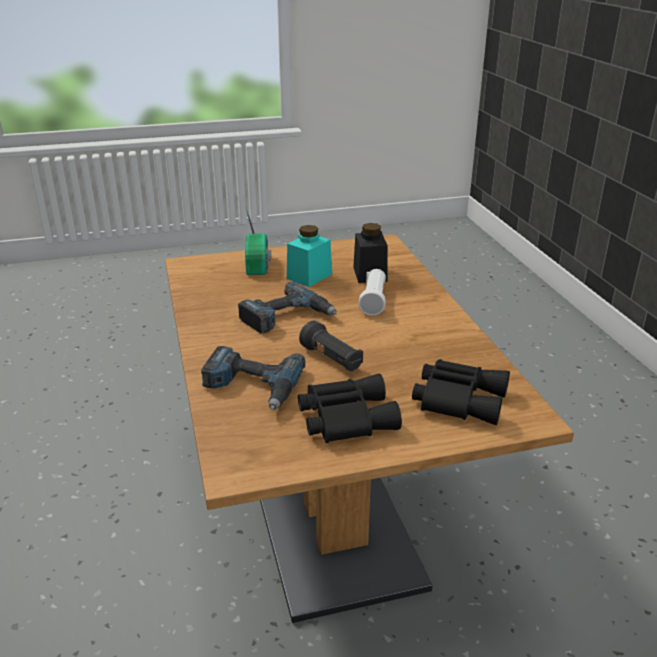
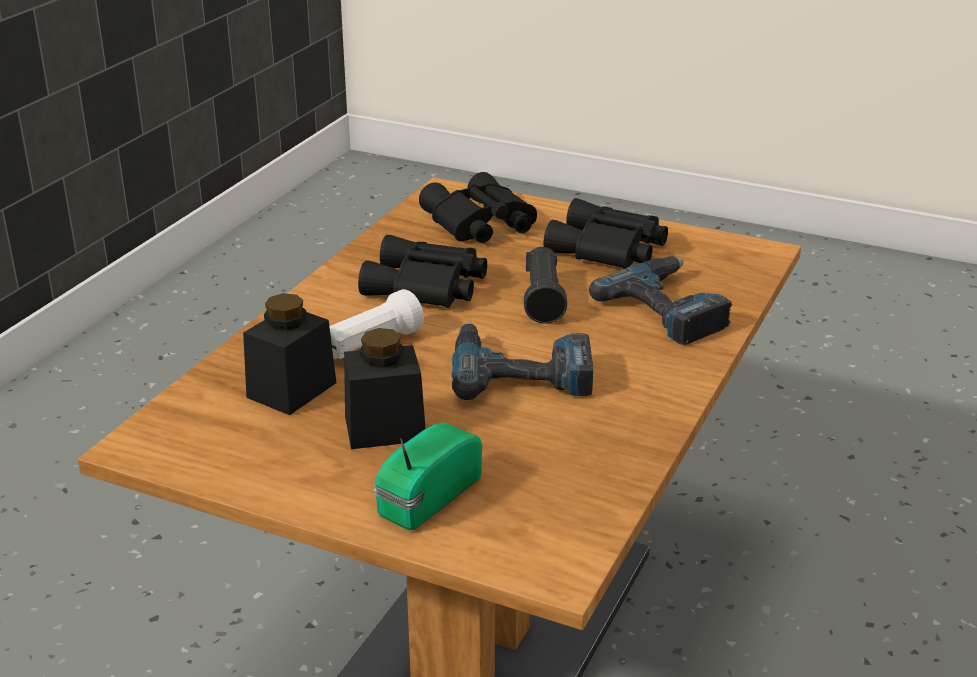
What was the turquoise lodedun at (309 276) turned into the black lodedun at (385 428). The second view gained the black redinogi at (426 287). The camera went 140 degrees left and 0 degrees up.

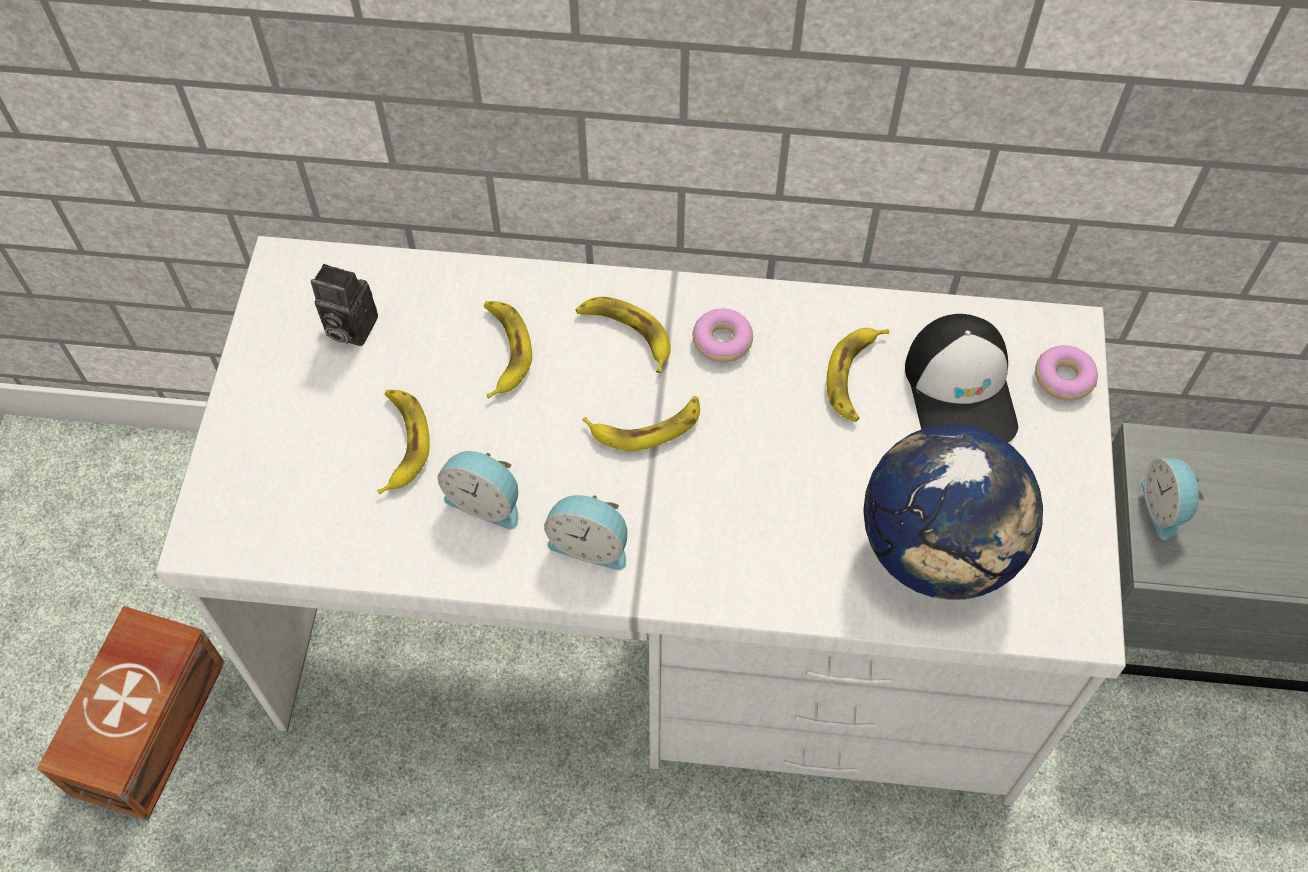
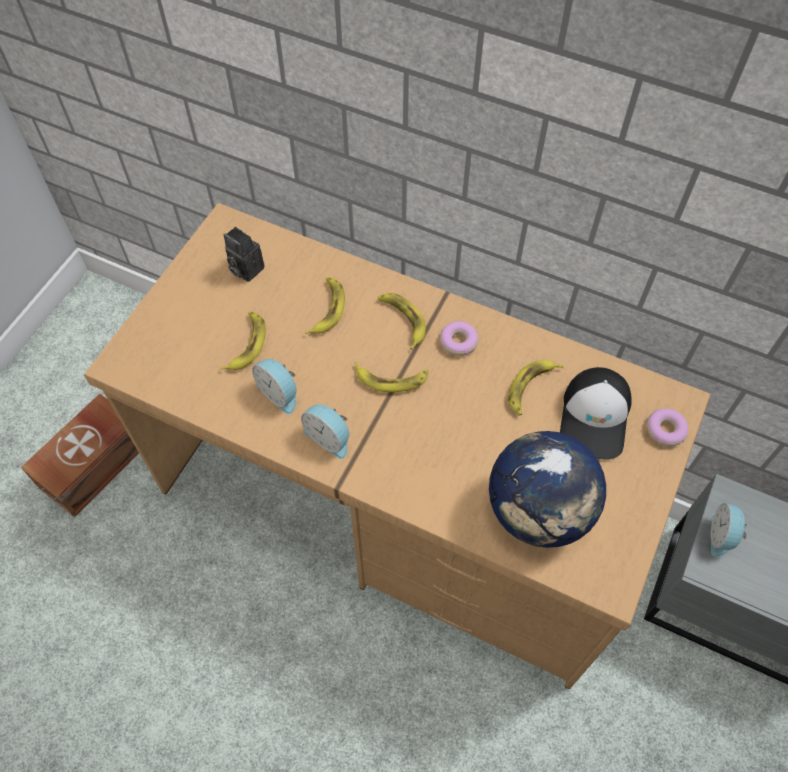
What was the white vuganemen at (655 627) turned into the brown vuganemen at (395 505). The camera went 20 degrees right and 0 degrees up.

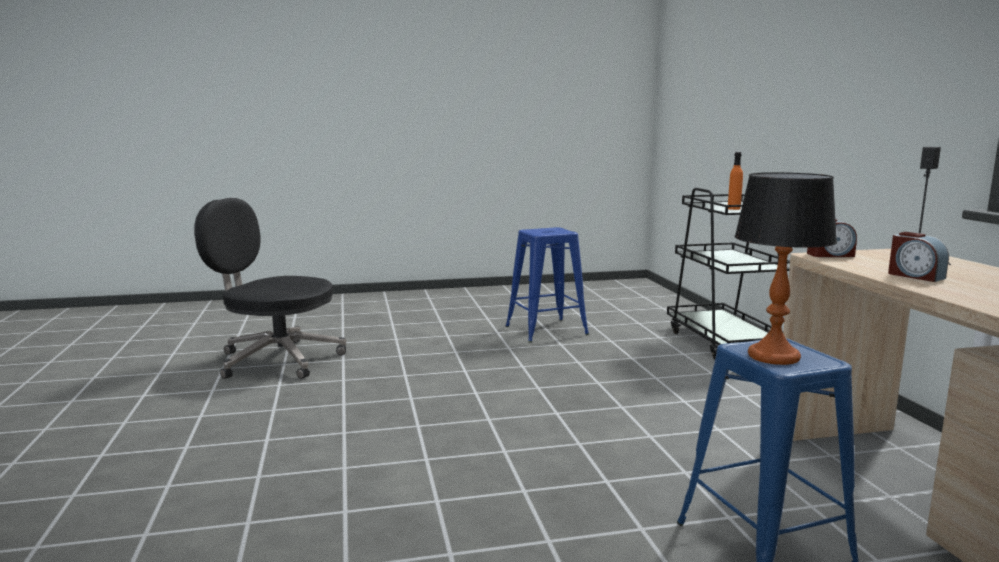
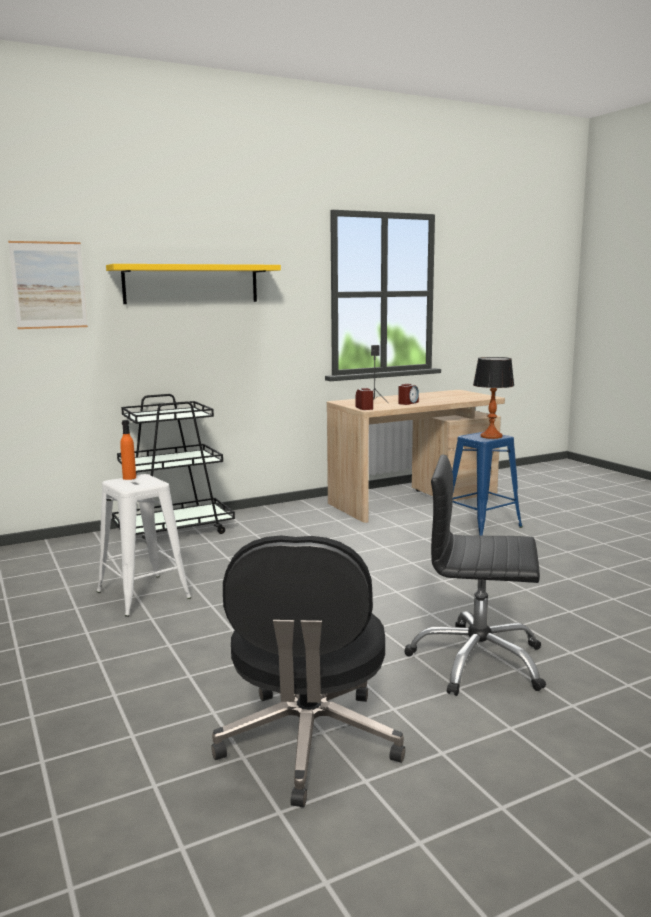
The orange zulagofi ended up elsewhere, having gone from (733 208) to (129 478). What was the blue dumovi at (547 330) turned into the white dumovi at (143 595). The second view gained the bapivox at (49 285). The second view gained the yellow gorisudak at (191 284). The second view gained the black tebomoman at (477 661). The camera went 105 degrees left and 0 degrees up.

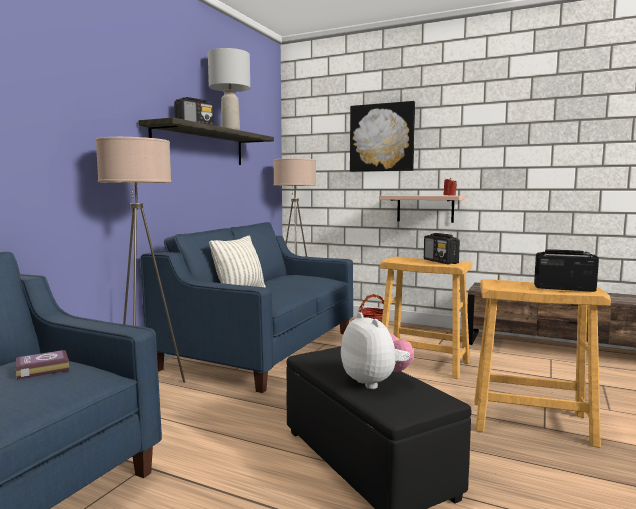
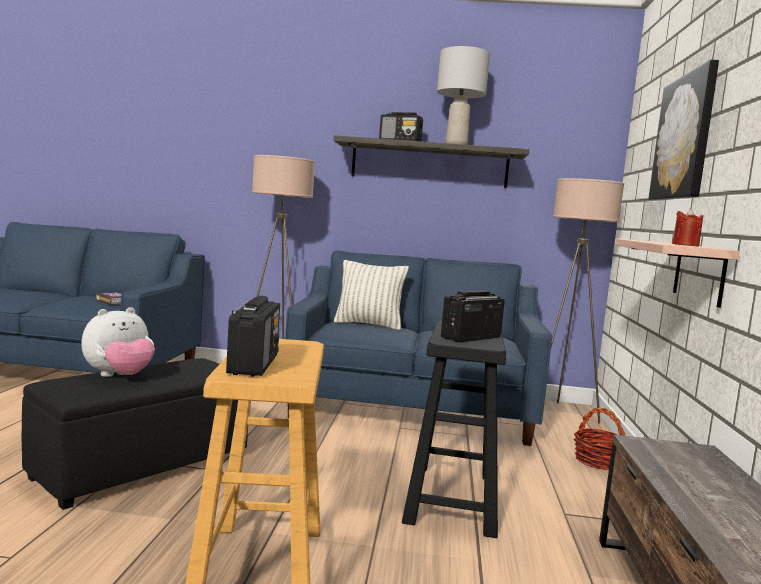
What was the beige dumovi at (424 363) turned into the black dumovi at (451 499). The camera went 70 degrees right and 0 degrees up.

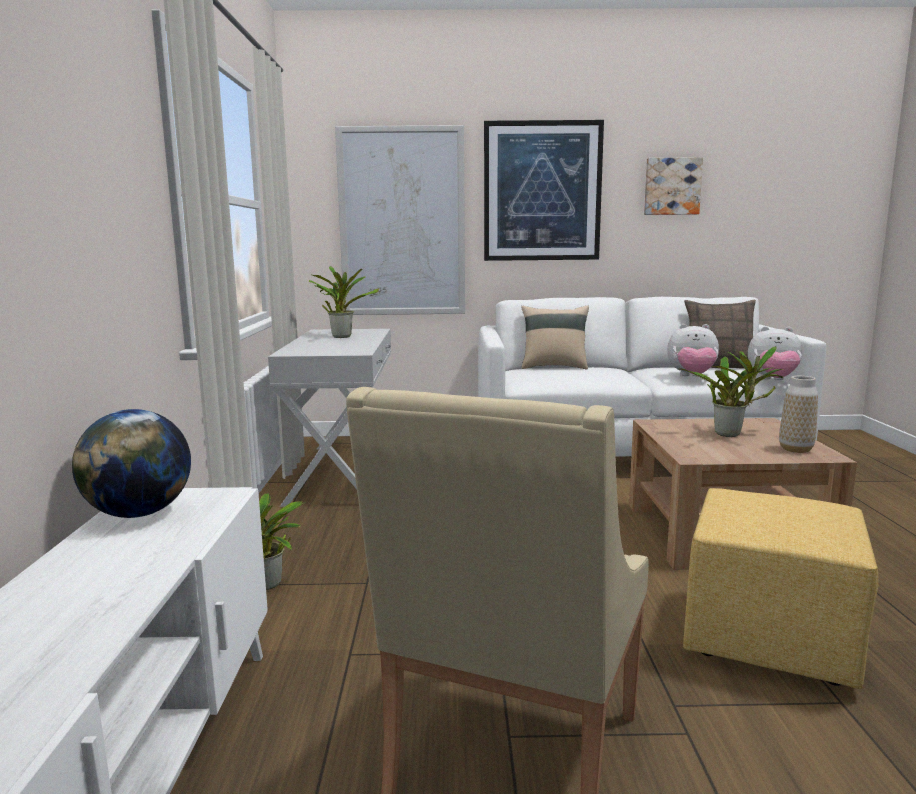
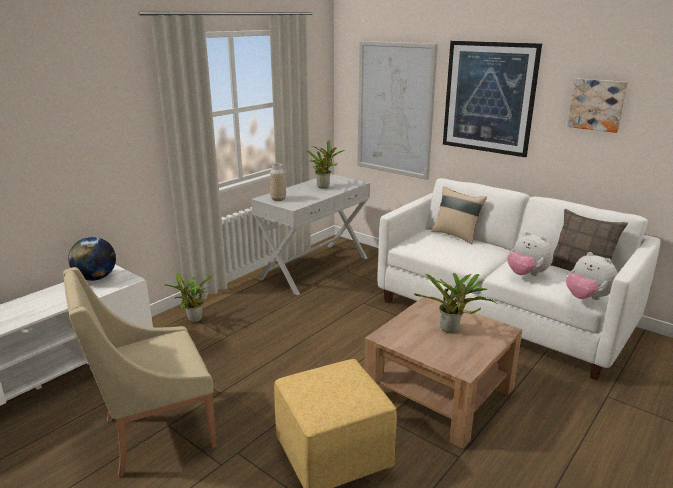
The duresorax ended up elsewhere, having gone from (795 449) to (278 199). The camera went 40 degrees right and 10 degrees up.

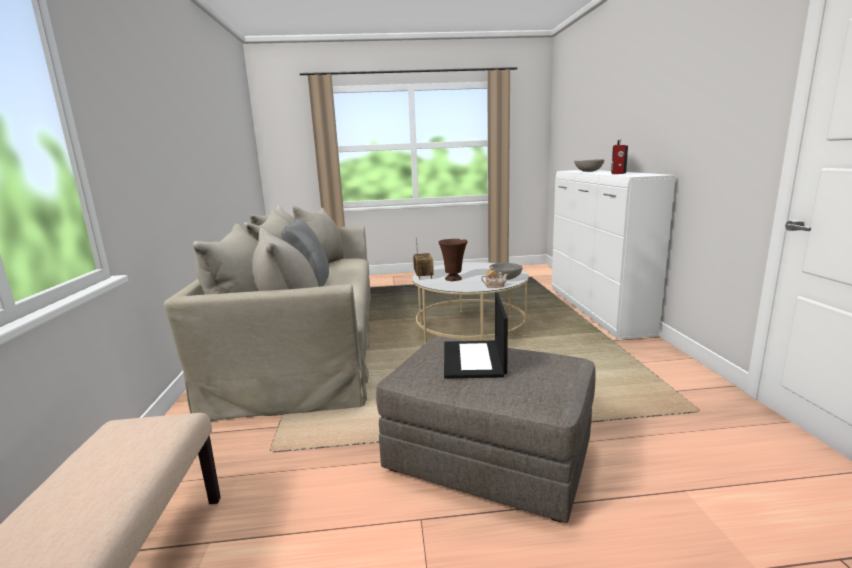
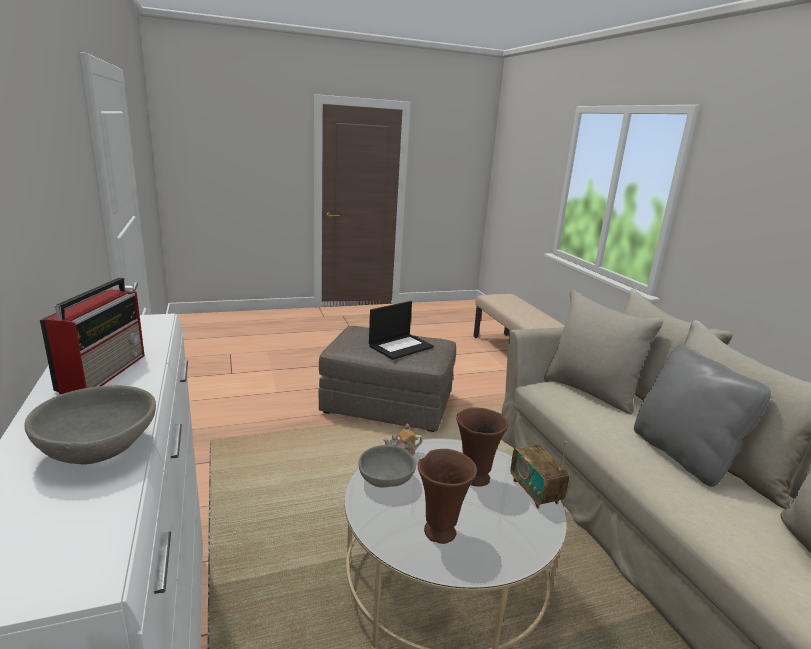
The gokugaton at (474 360) ended up facing another way, 60 degrees clockwise from before. The second view gained the brown duresorax at (440 530). The camera went 165 degrees right and 5 degrees up.

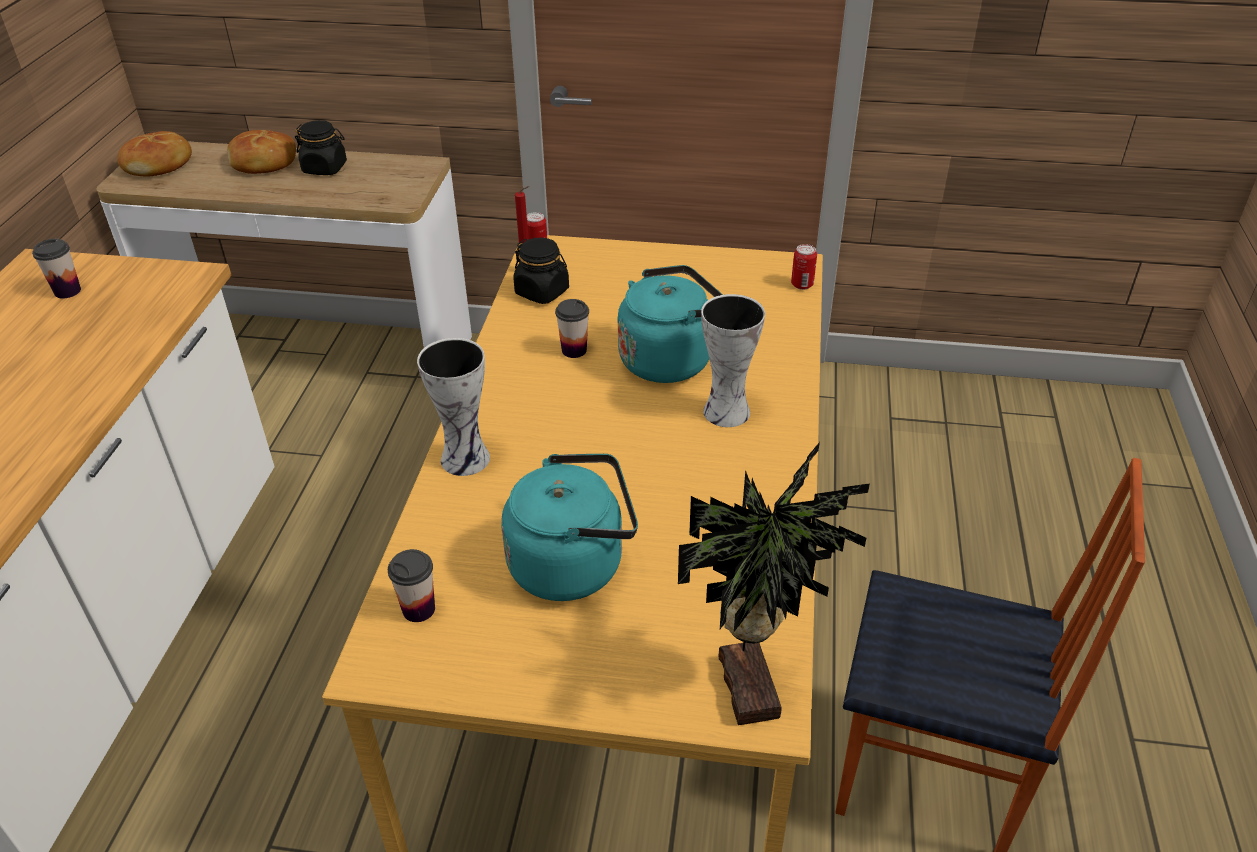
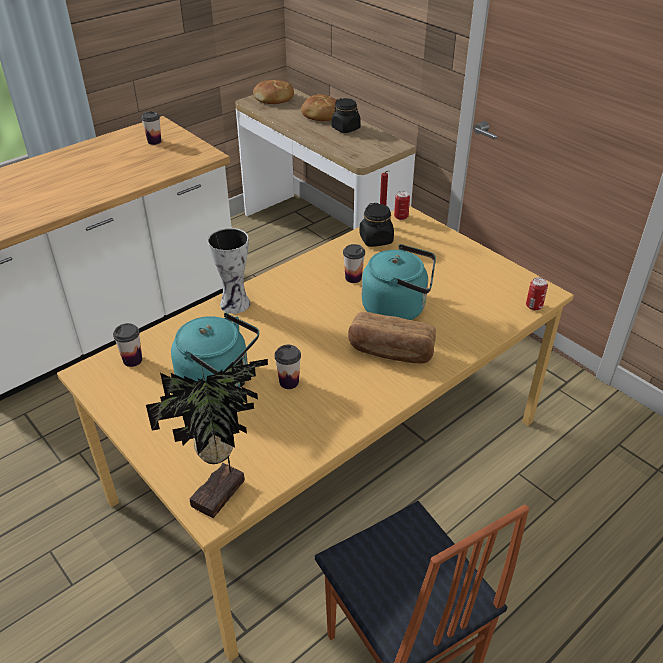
Where the duresorax stood at (724 411), the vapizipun came to stand at (390 352). The second view gained the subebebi at (289 382). The camera went 40 degrees right and 0 degrees up.

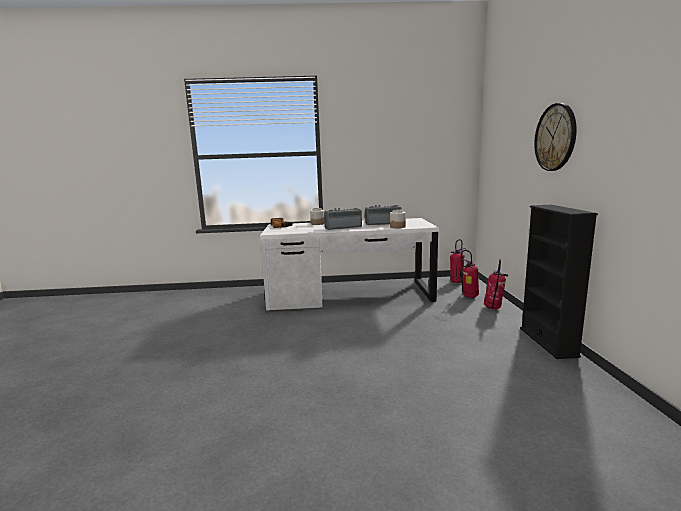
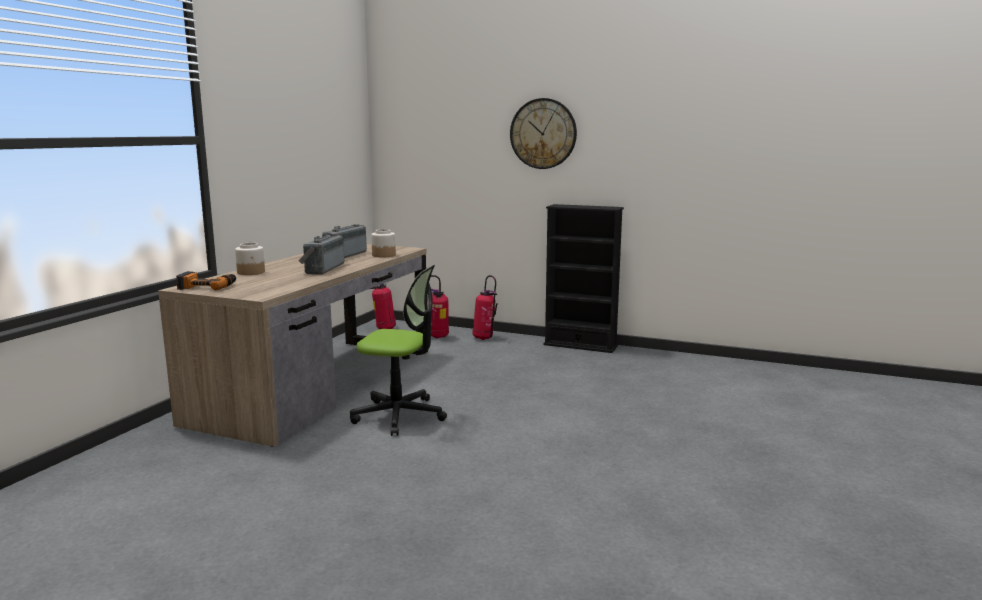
What was the white vuganemen at (349 295) turned into the brown vuganemen at (319 385). The second view gained the tebomoman at (399 415). The camera went 65 degrees left and 0 degrees up.

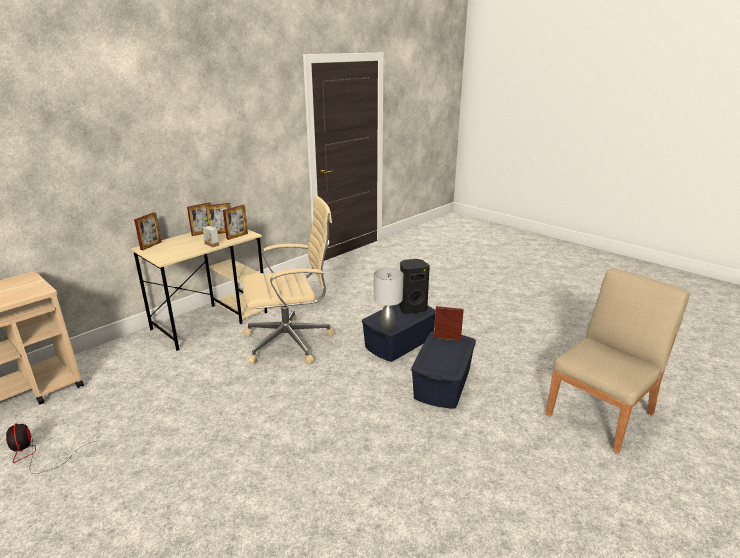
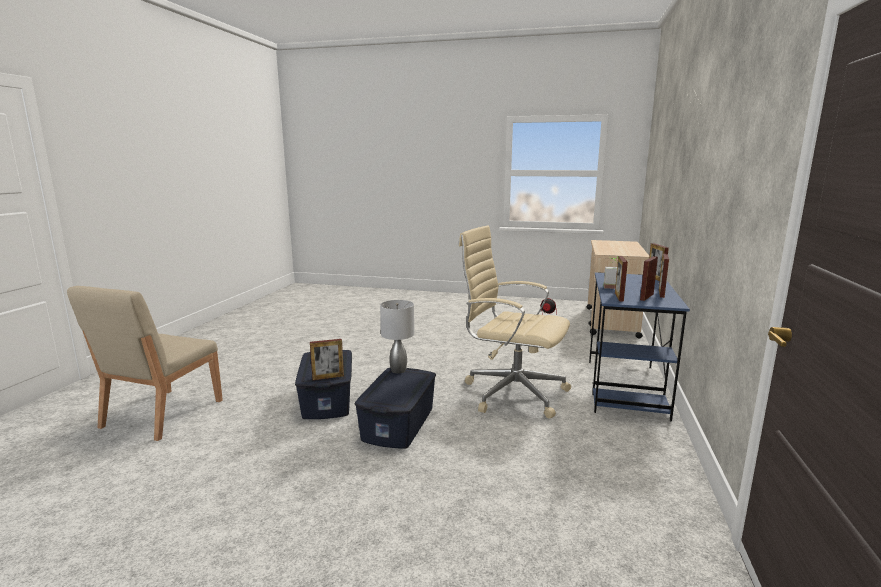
The beige tebomoman at (291 342) ended up facing another way, 75 degrees clockwise from before. What was the beige vuganemen at (211 320) turned into the blue vuganemen at (625 388). The second view lost the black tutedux at (412 308). The camera went 150 degrees right and 10 degrees down.

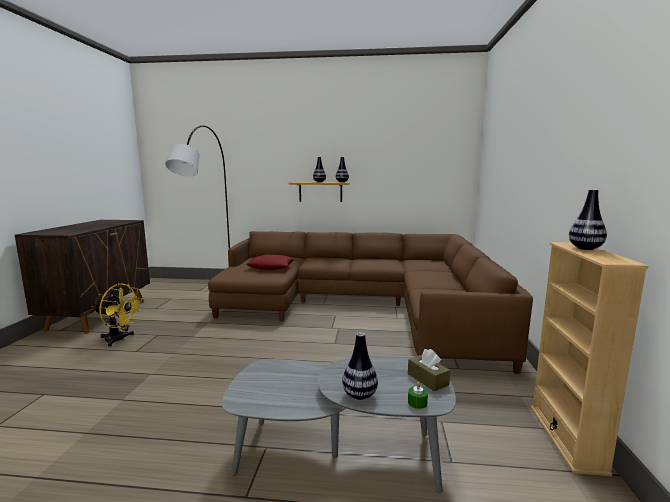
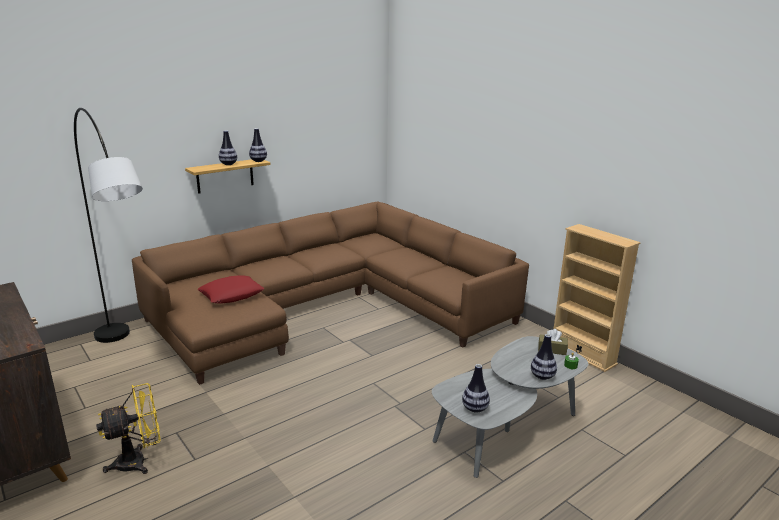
The duresorax ended up elsewhere, having gone from (585 248) to (475 409). The camera went 45 degrees left and 10 degrees up.

